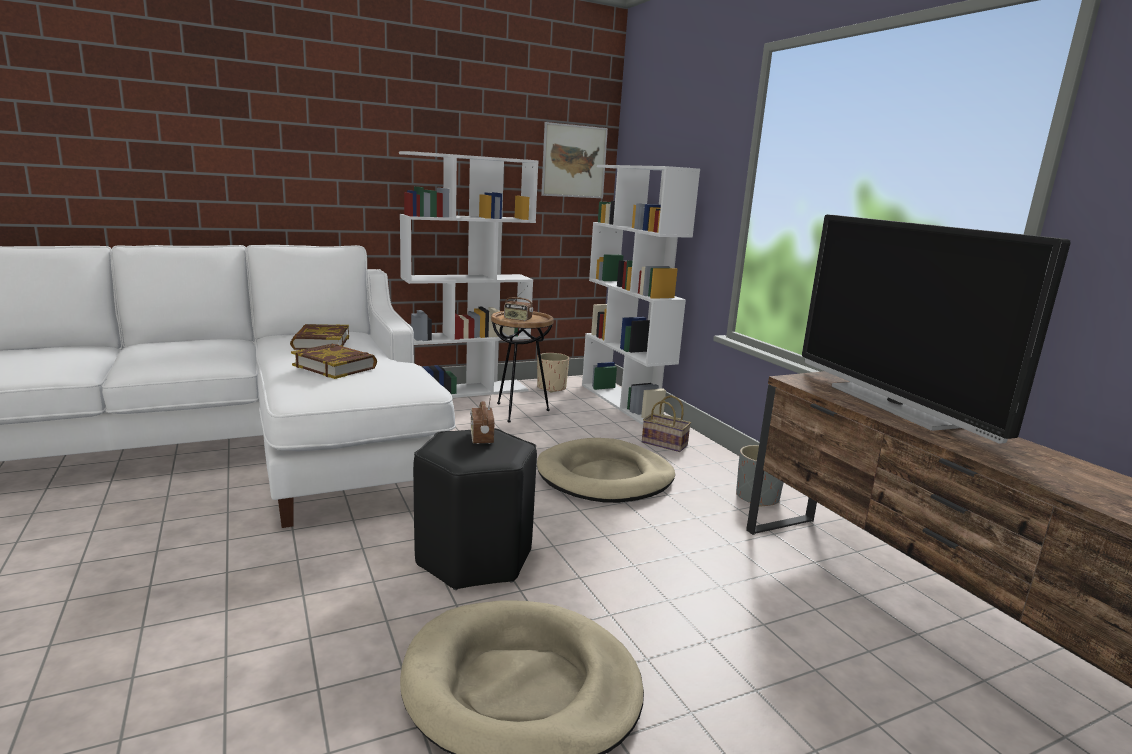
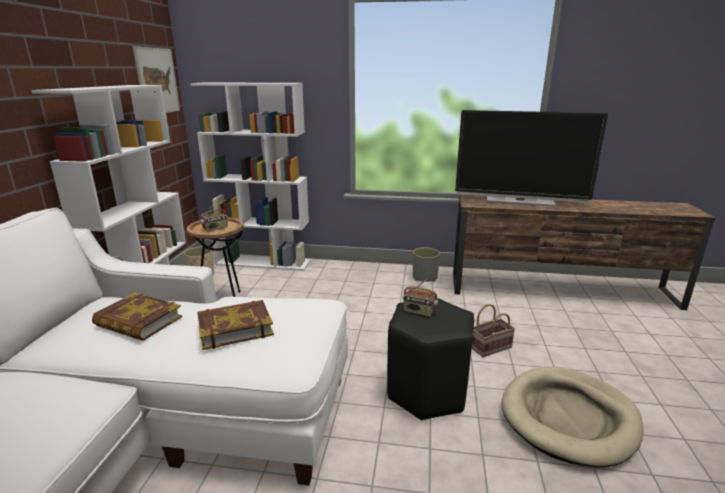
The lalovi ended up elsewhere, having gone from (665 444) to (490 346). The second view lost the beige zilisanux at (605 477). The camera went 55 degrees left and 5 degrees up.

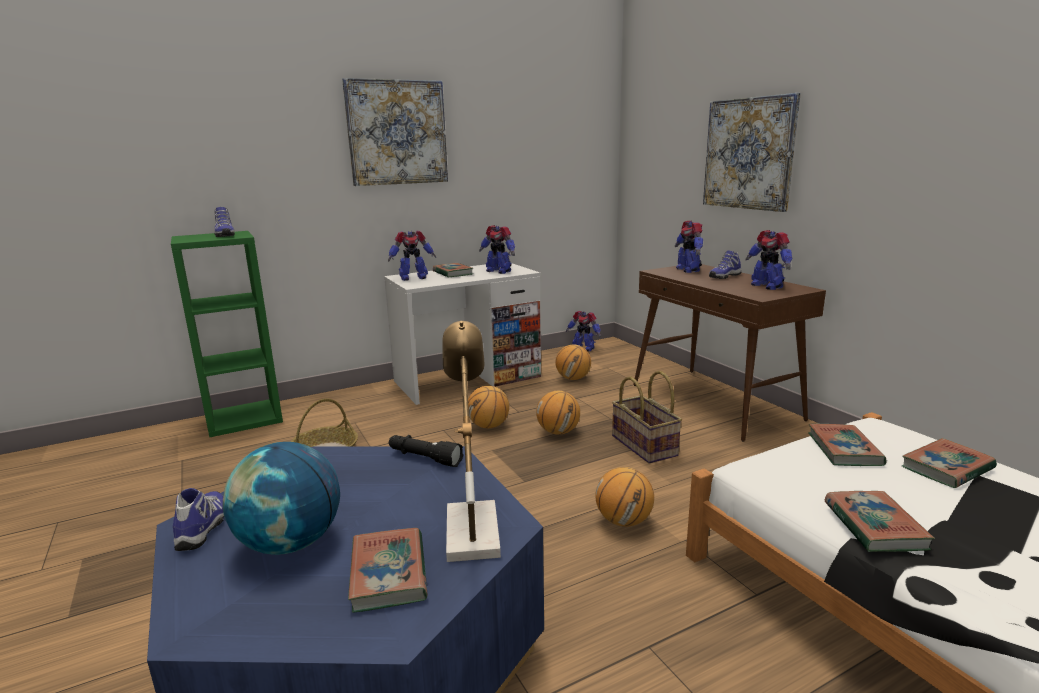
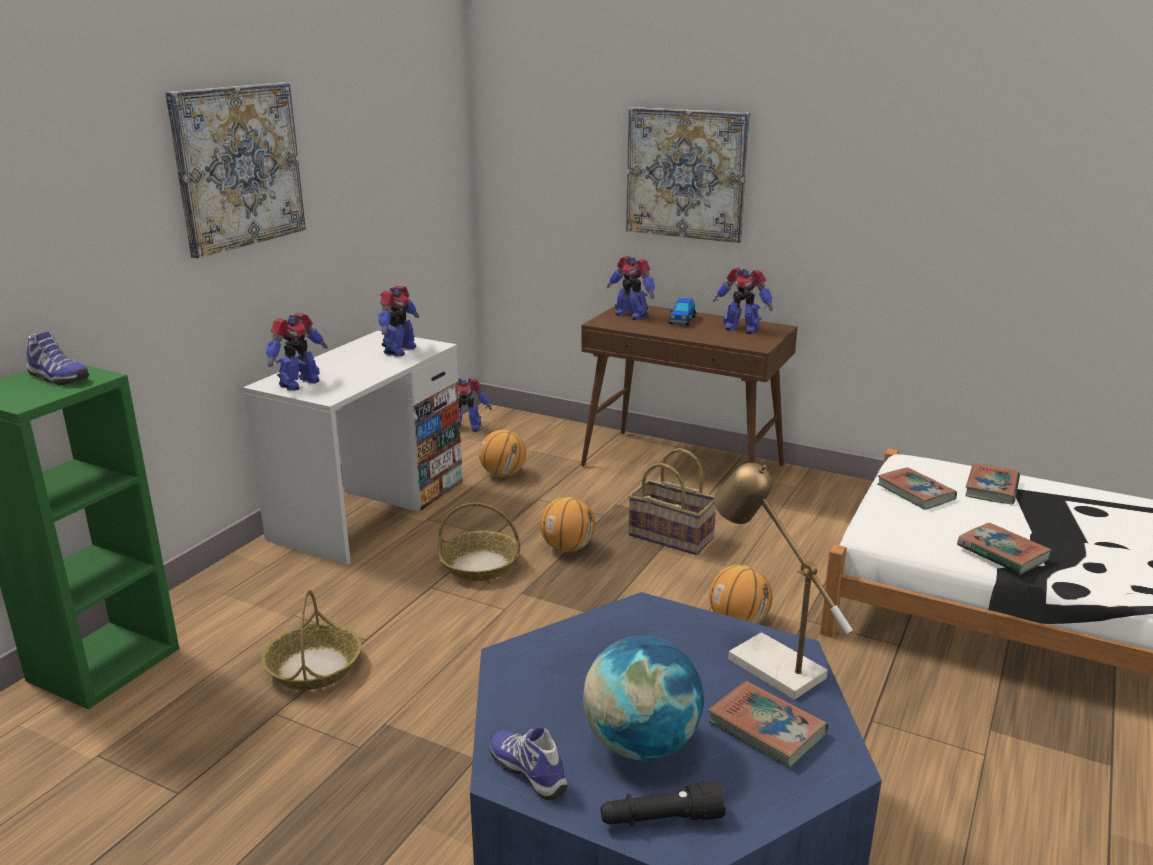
The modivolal at (498 271) ended up facing another way, 75 degrees counterclockwise from before. Where the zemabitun stood at (724 276), the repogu came to stand at (682 320). The second view lost the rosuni at (452 273). Where the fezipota stood at (489 426), the lalovi came to stand at (480 565). The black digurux ended up elsewhere, having gone from (424 458) to (661 819). The camera went 35 degrees left and 5 degrees up.

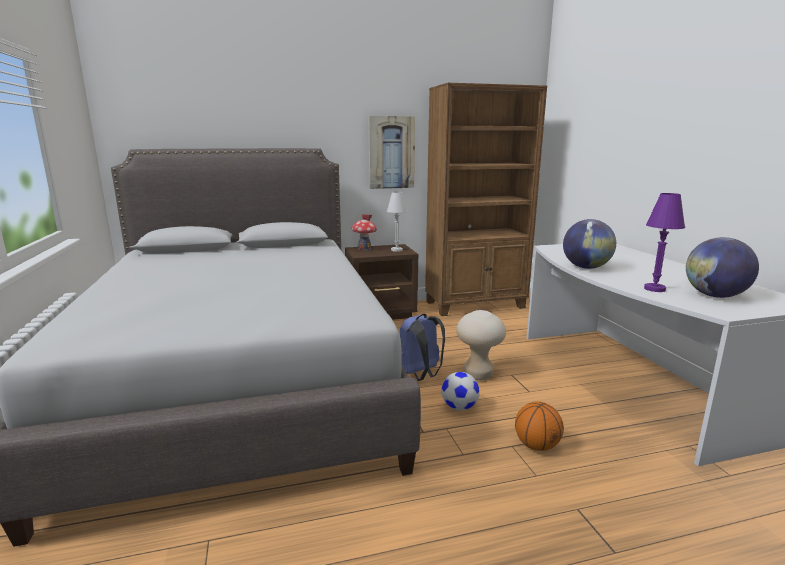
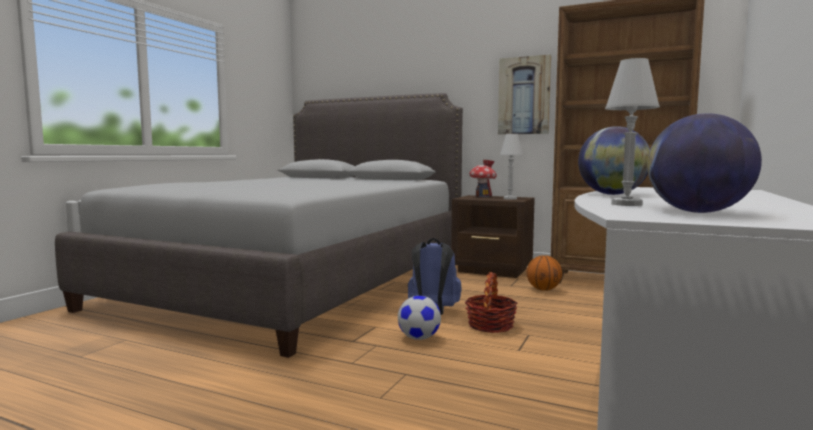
What was the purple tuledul at (654 289) turned into the white tuledul at (626 204). Where the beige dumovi stood at (478 375), the lalovi came to stand at (490 325). The fezipota ended up elsewhere, having gone from (536 446) to (543 289). The camera went 40 degrees right and 10 degrees down.

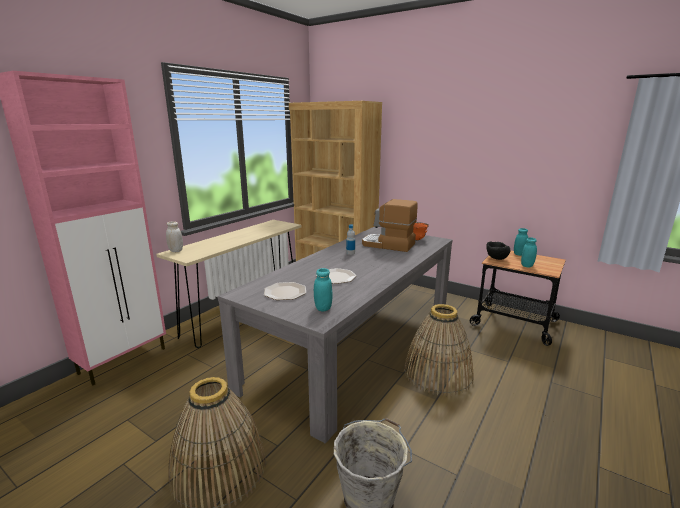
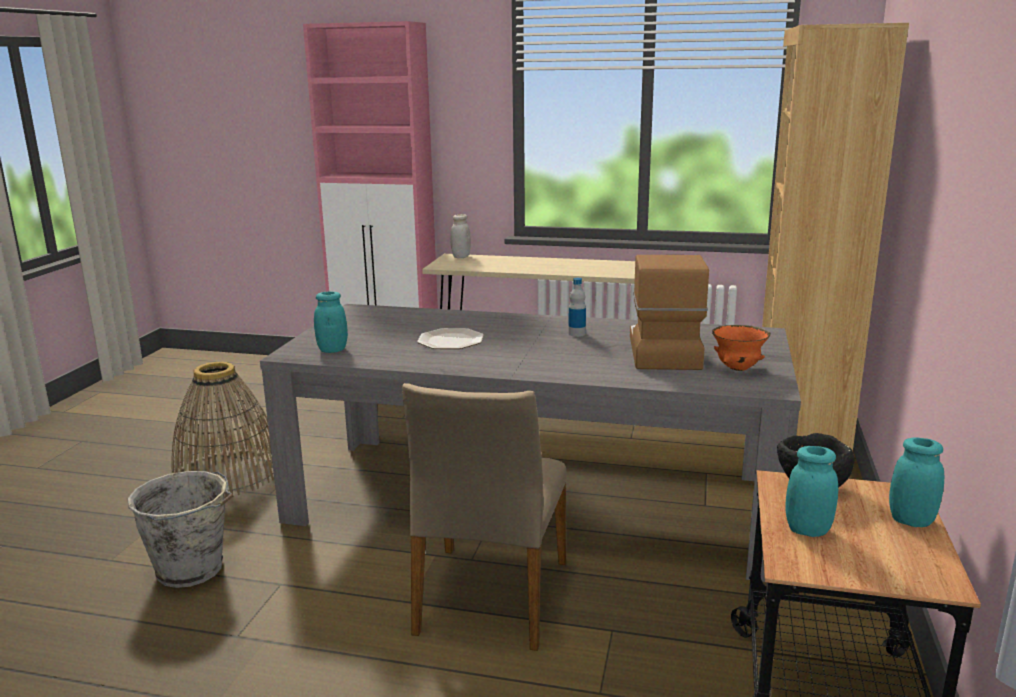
The second view lost the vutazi at (285 292). Where the lalovi stood at (438 373), the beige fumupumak came to stand at (490 597). The camera went 70 degrees right and 0 degrees up.

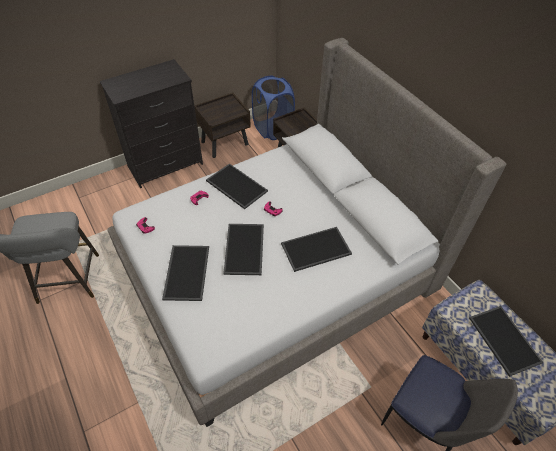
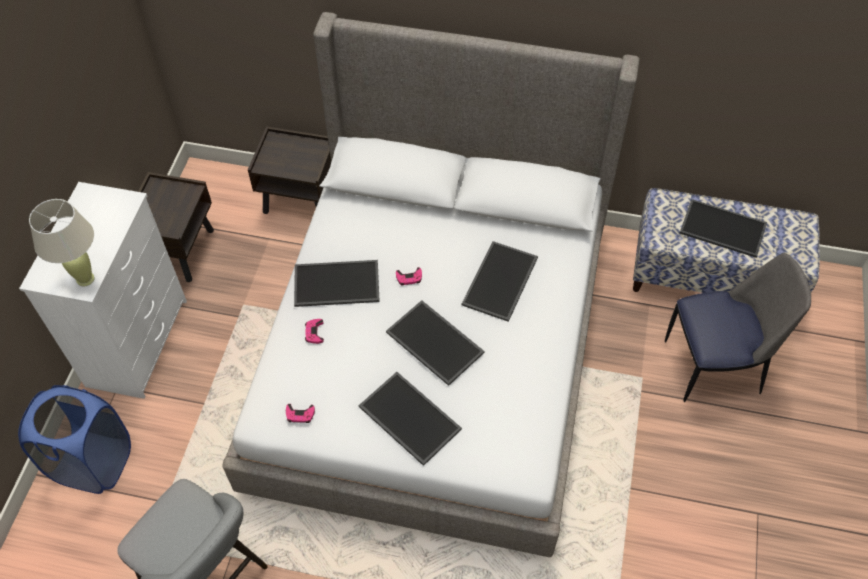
What was the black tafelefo at (166 165) turned into the white tafelefo at (138 341). The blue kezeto ended up elsewhere, having gone from (272 129) to (93 463). The second view gained the beige tuledul at (85 279). The camera went 45 degrees left and 5 degrees up.

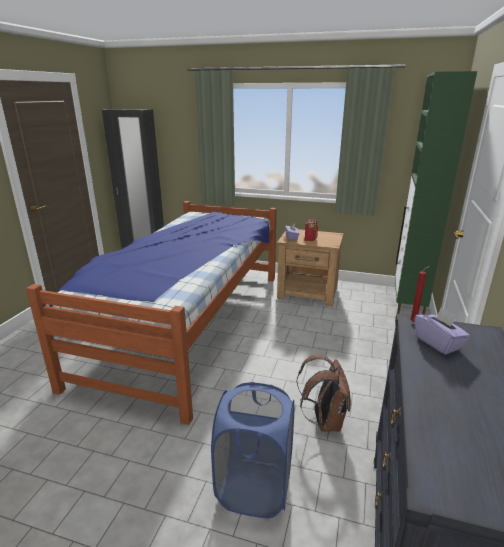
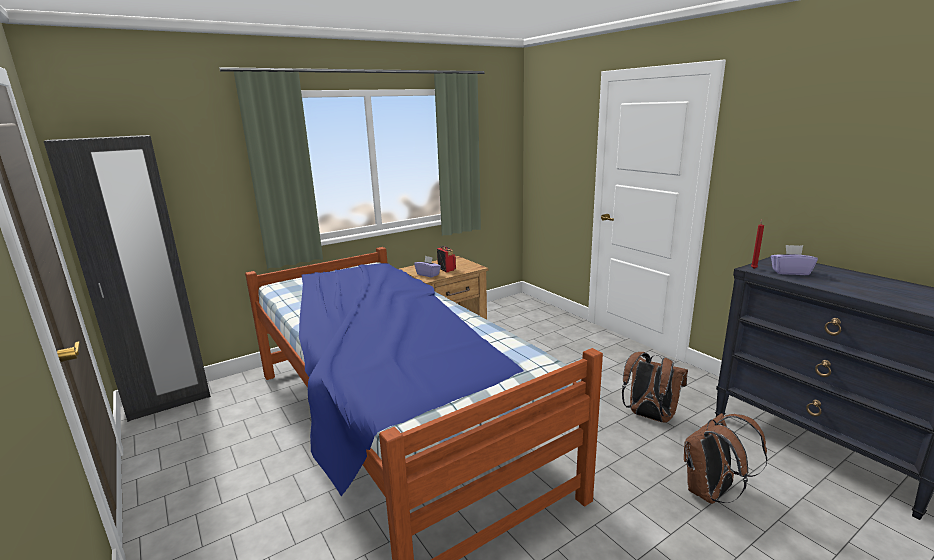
The second view lost the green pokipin at (408 303). Where the blue kezeto stood at (254 487), the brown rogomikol came to stand at (711 493). The camera went 50 degrees left and 5 degrees down.

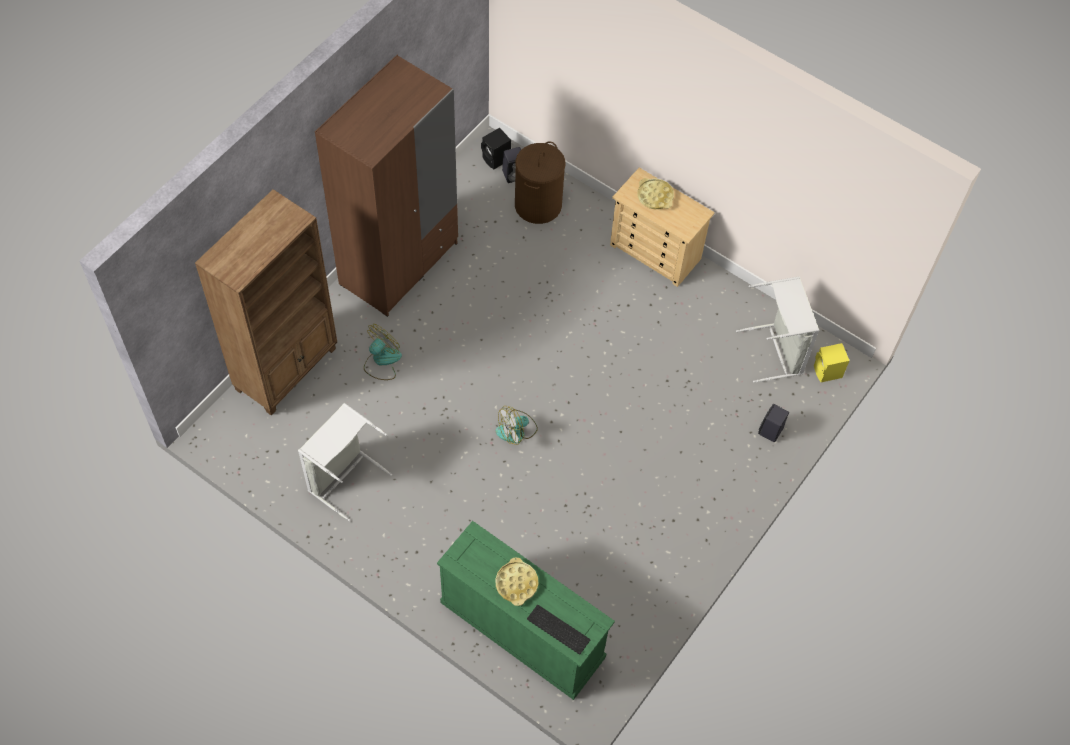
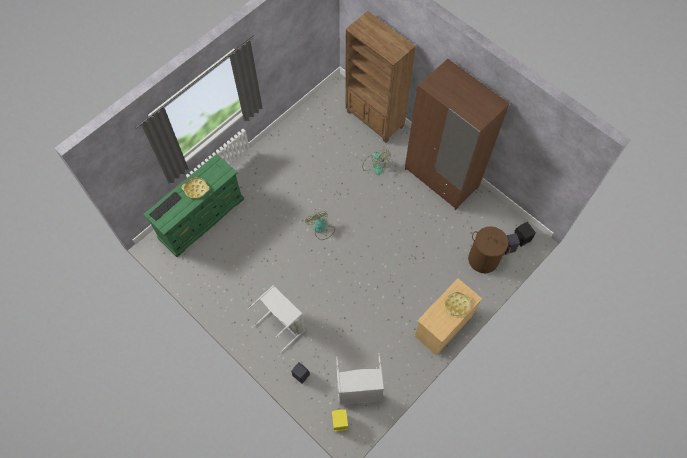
The grey kezeto ended up elsewhere, having gone from (343 478) to (283 324). The camera went 100 degrees right and 5 degrees up.

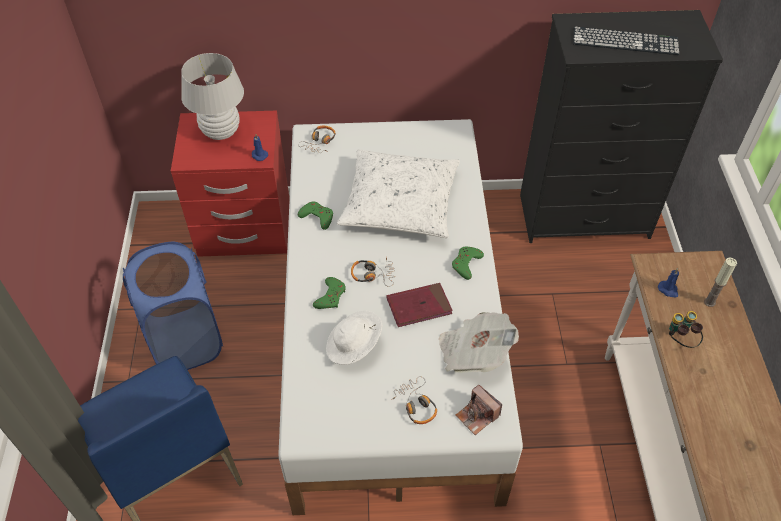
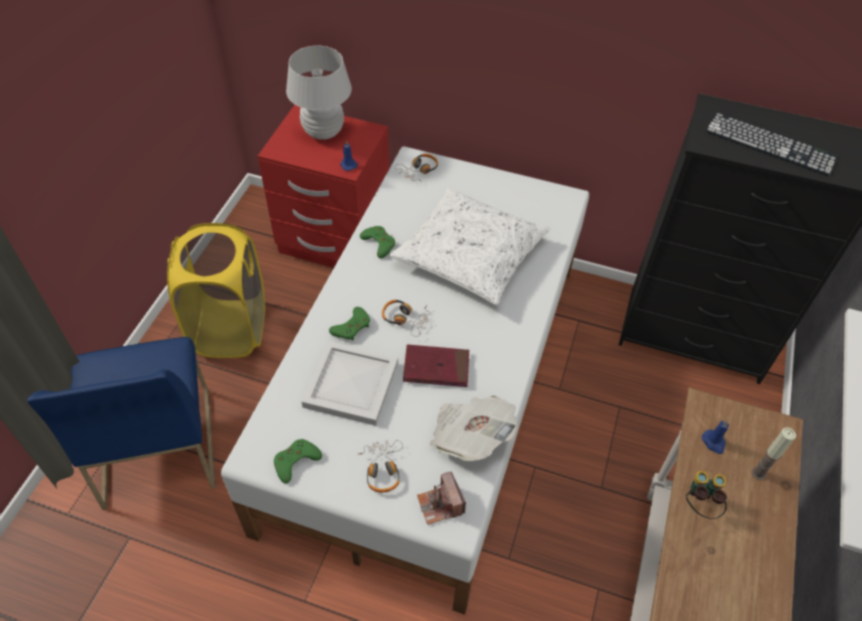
What was the blue kezeto at (186 340) turned into the yellow kezeto at (230 329). The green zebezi ended up elsewhere, having gone from (466 264) to (296 461). Where the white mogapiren stood at (354 346), the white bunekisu came to stand at (349 385). The camera went 20 degrees right and 0 degrees up.

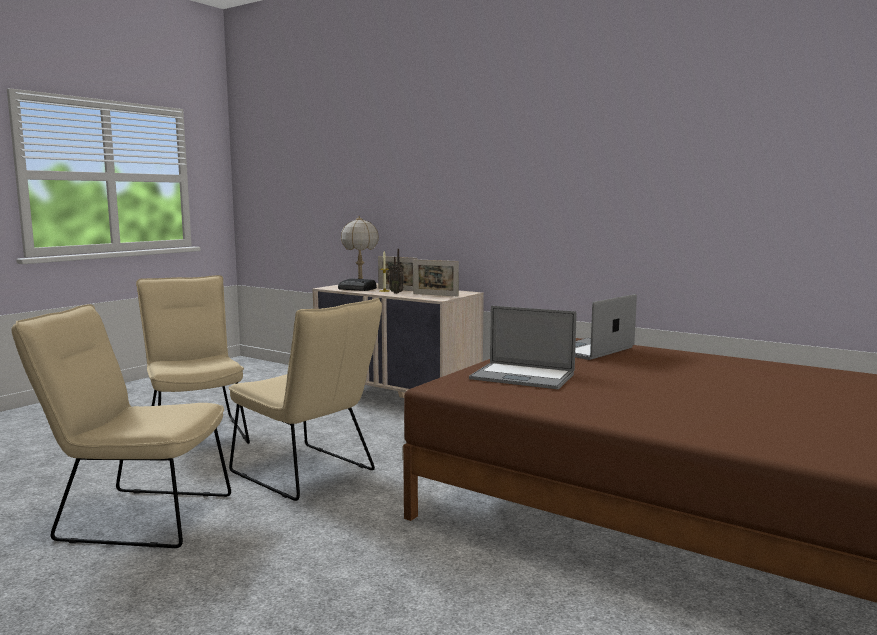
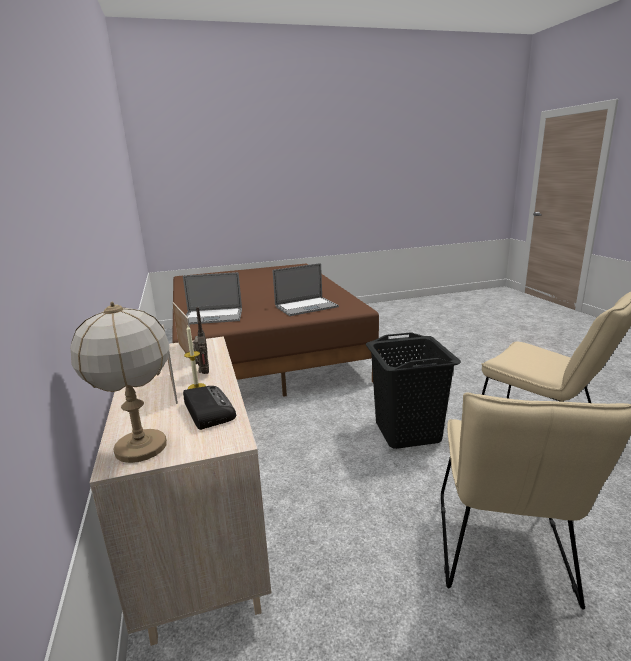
Where the beige fumupumak stood at (308 474), the black kezeto came to stand at (408 431). The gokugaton at (522 376) ended up facing another way, 90 degrees clockwise from before. The camera went 140 degrees left and 10 degrees up.

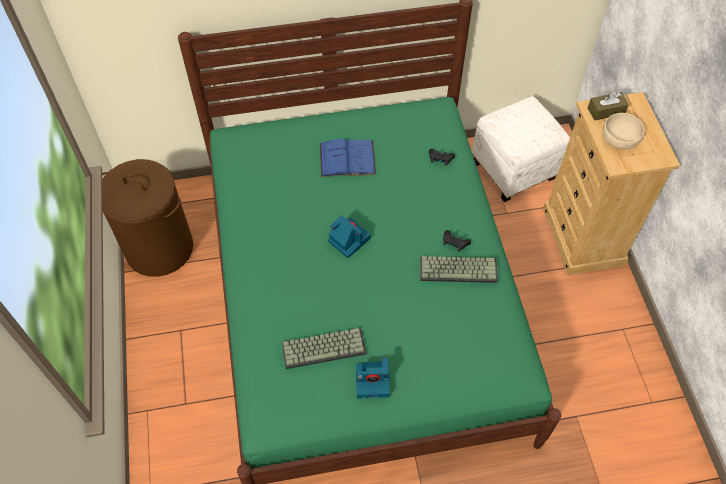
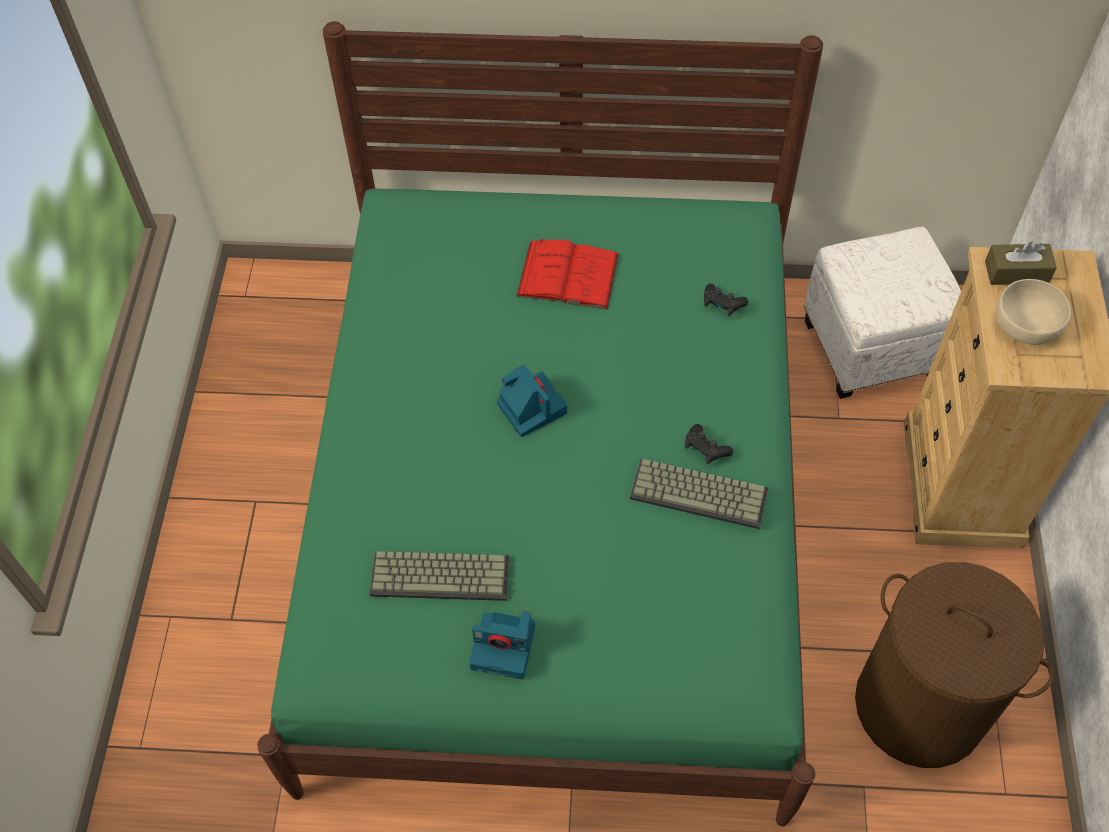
What was the blue rosuni at (347 159) turned into the red rosuni at (568 275). The brown kezeto ended up elsewhere, having gone from (160 248) to (920 705). The camera went 15 degrees right and 0 degrees up.

